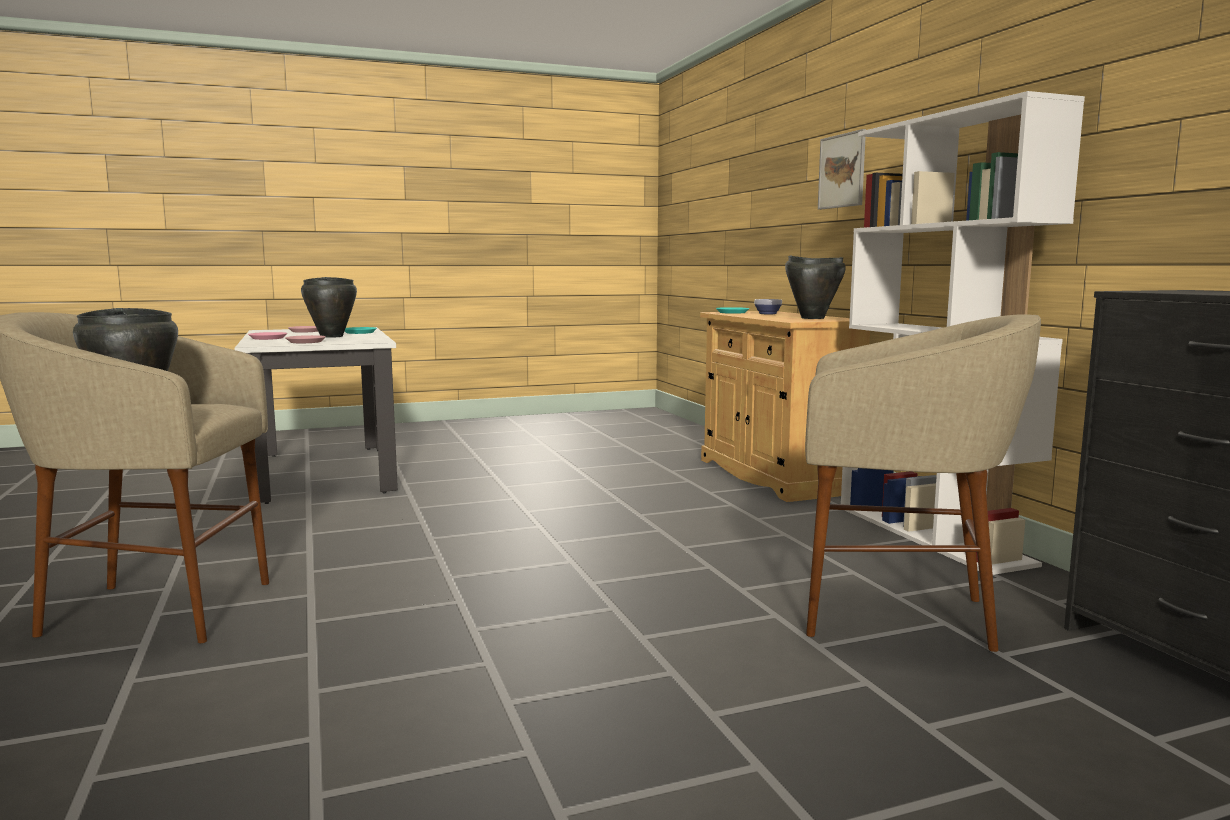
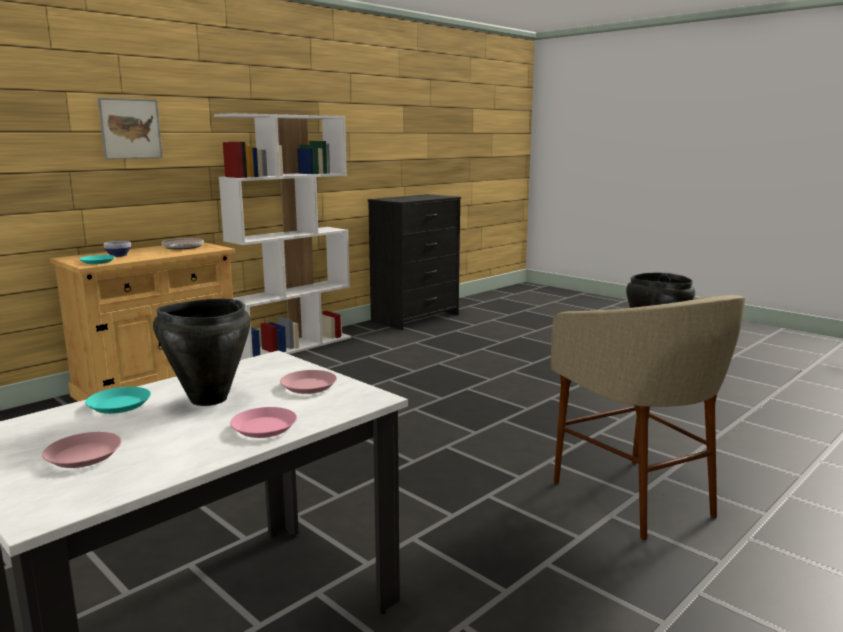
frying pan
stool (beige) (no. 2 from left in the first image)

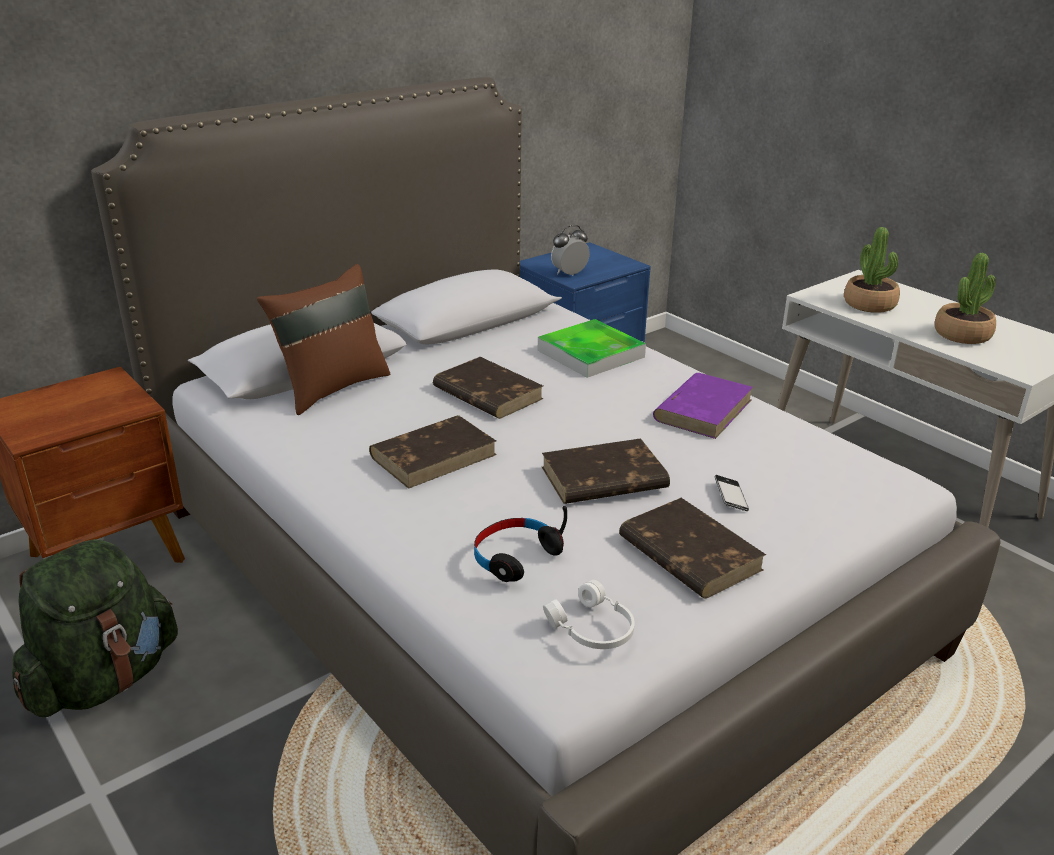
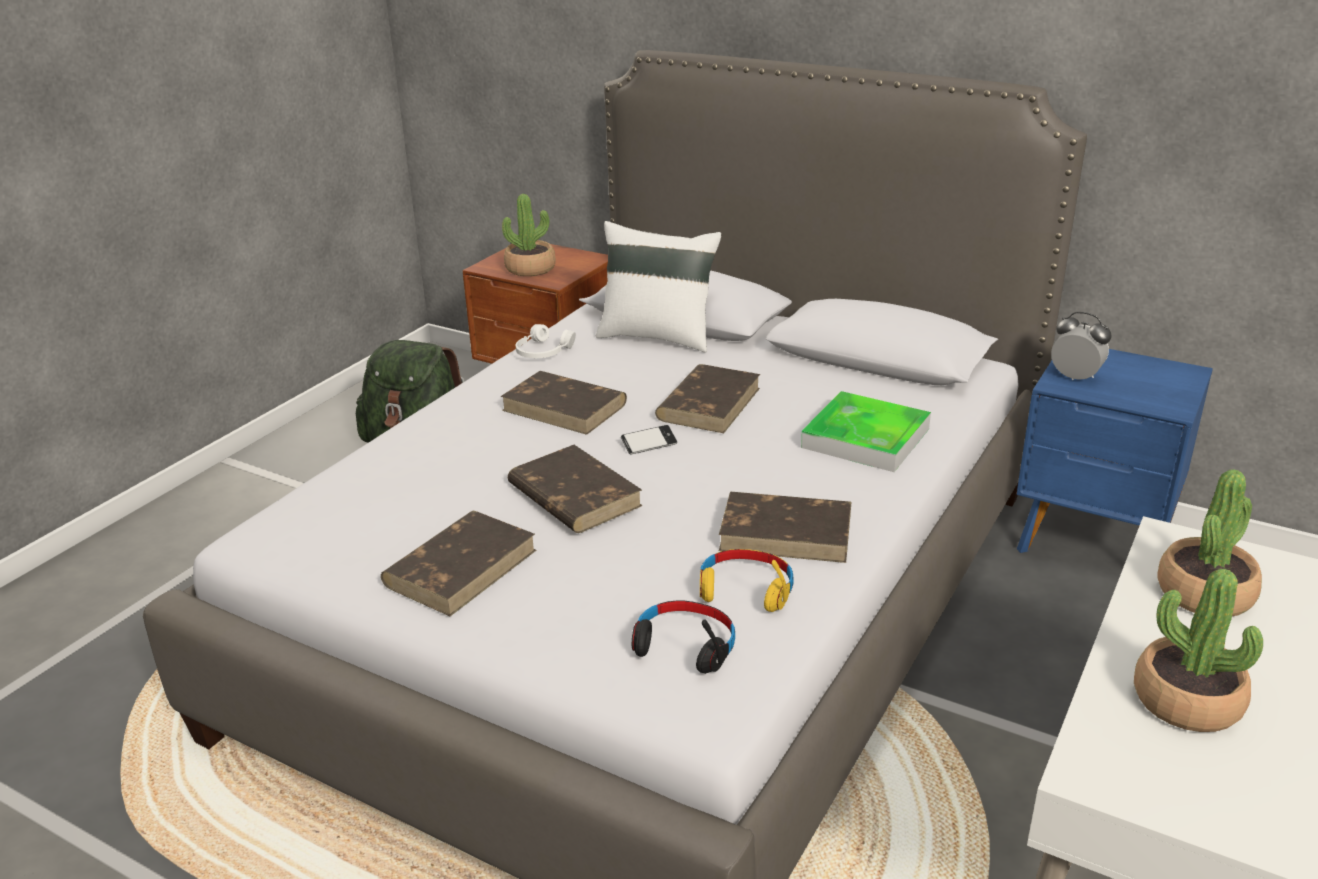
potted plant (no. 1 from left)
headphones (white)
pillow (white)
phone
headphones (black)
headphones (yellow)
book (brown) (no. 5 from left)

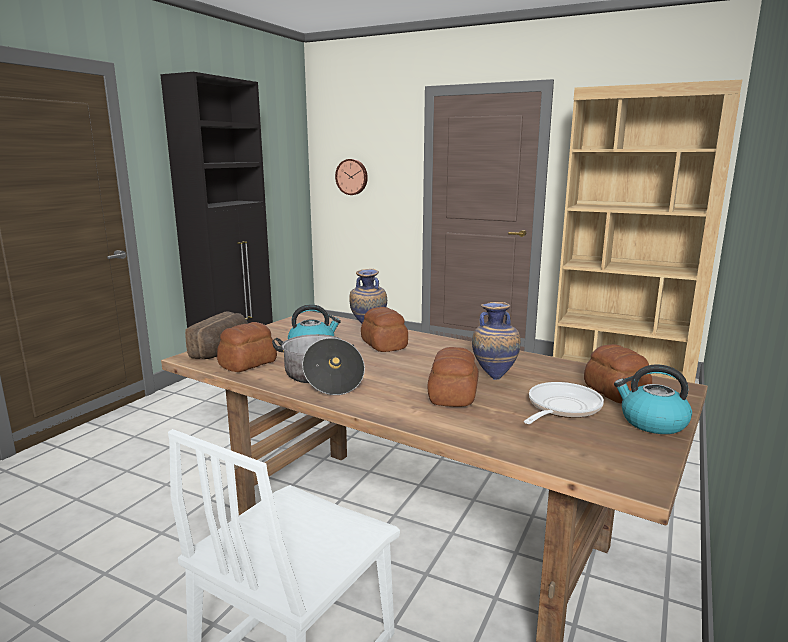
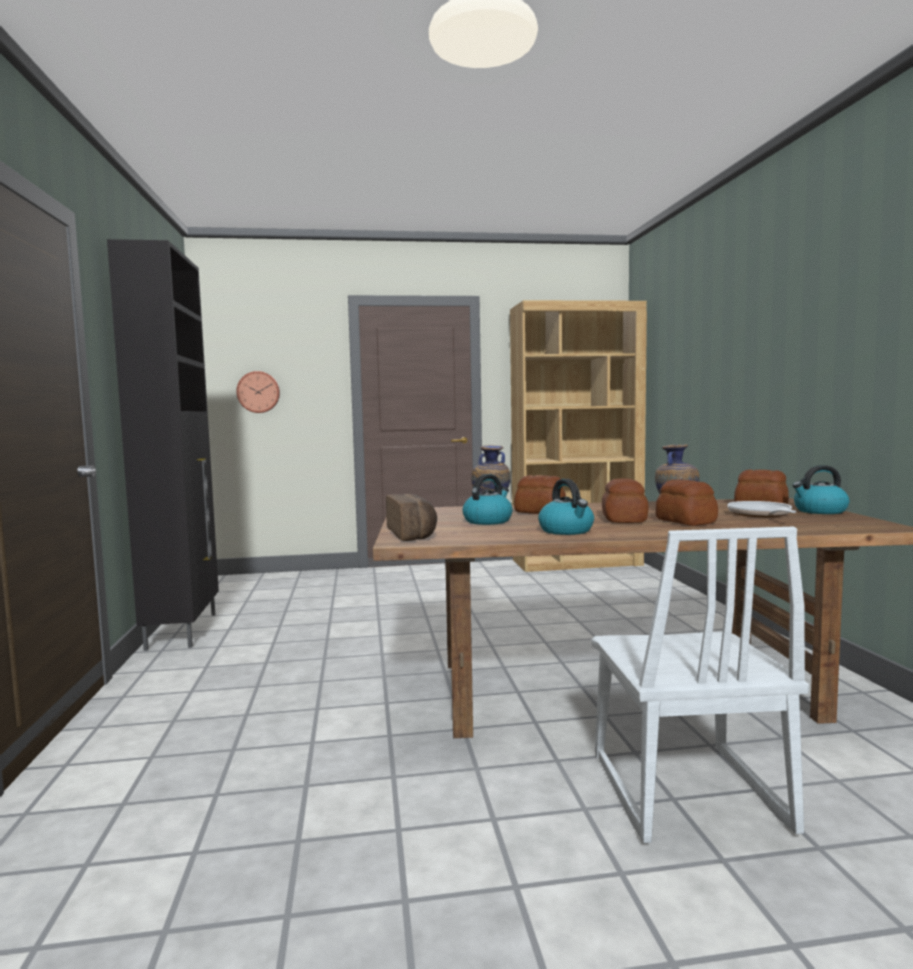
kettle (no. 2 from left)
bread (no. 3 from left)

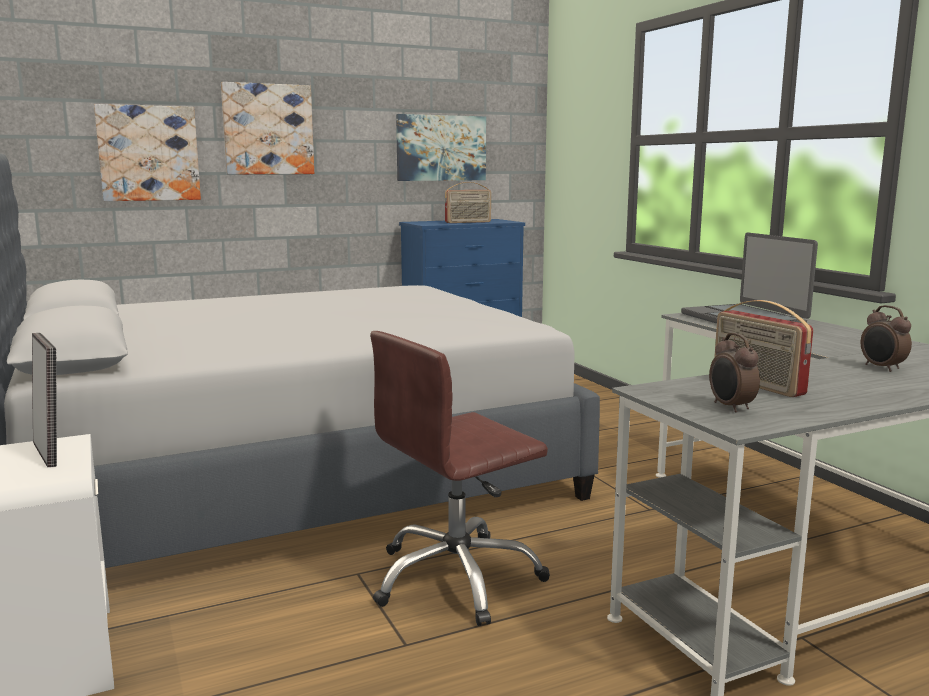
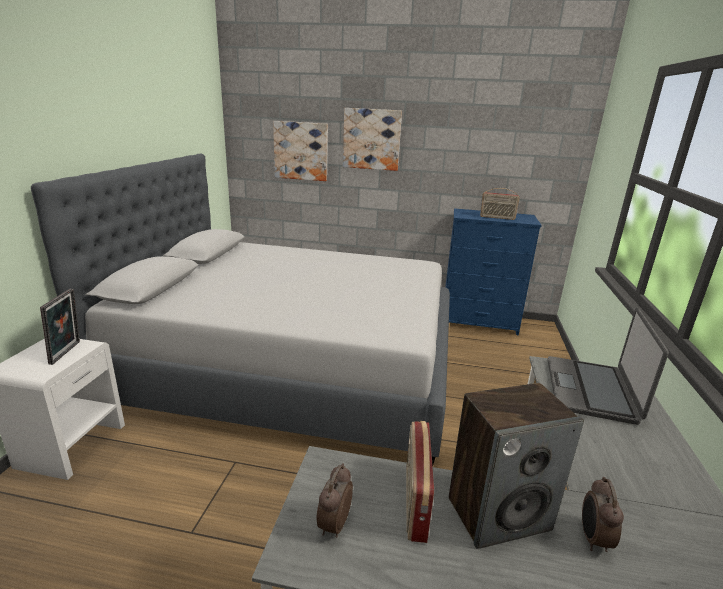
speaker
office chair (brown)
picture (no. 3 from left in the first image)

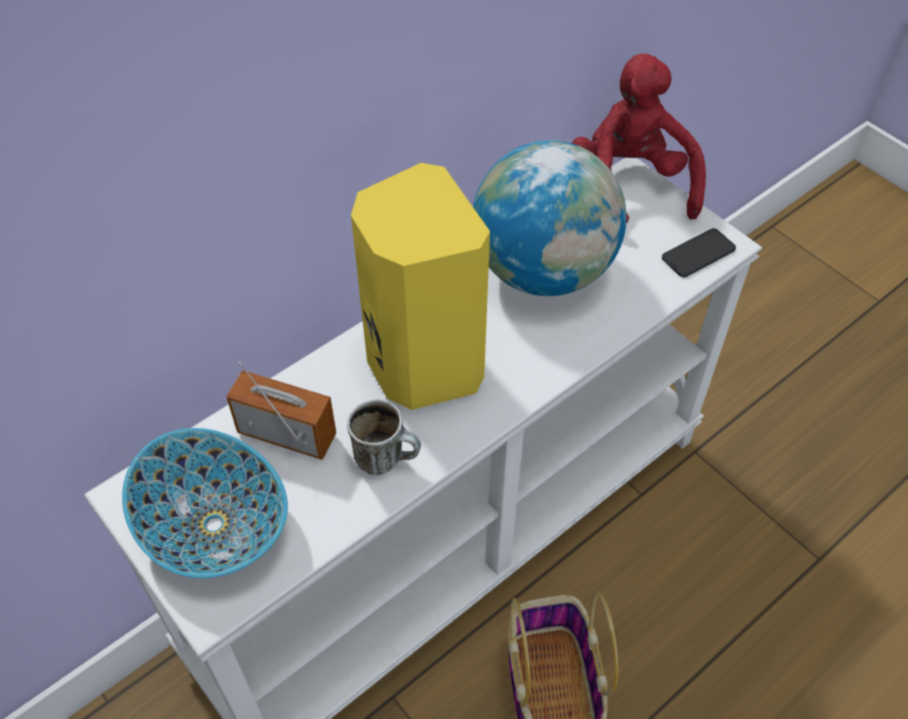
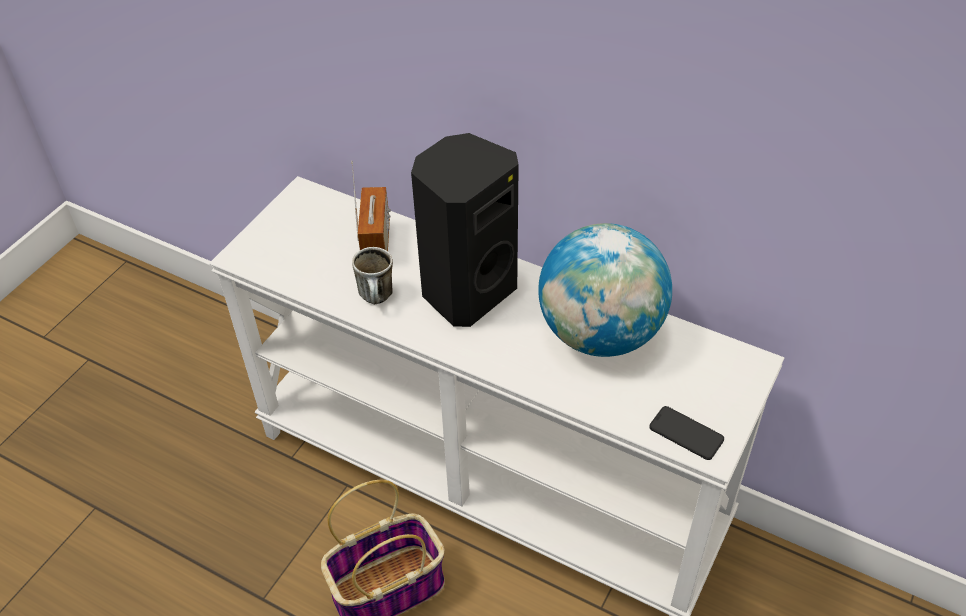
speaker (black)
bowl
plush toy (red)

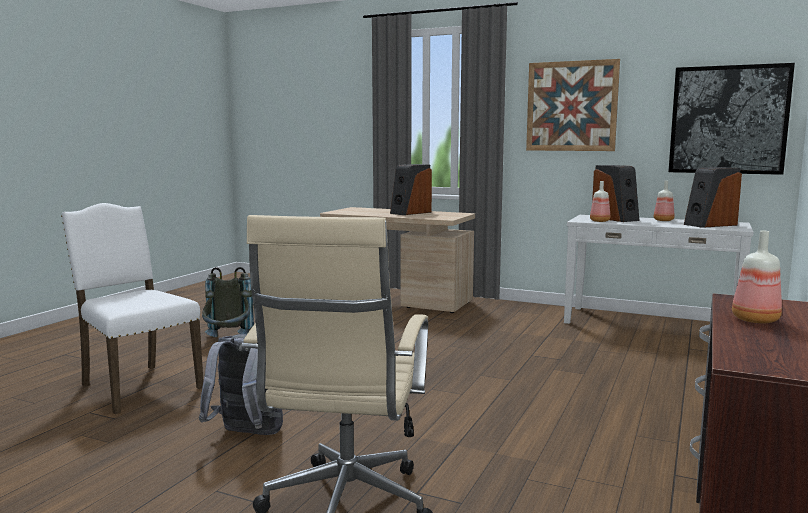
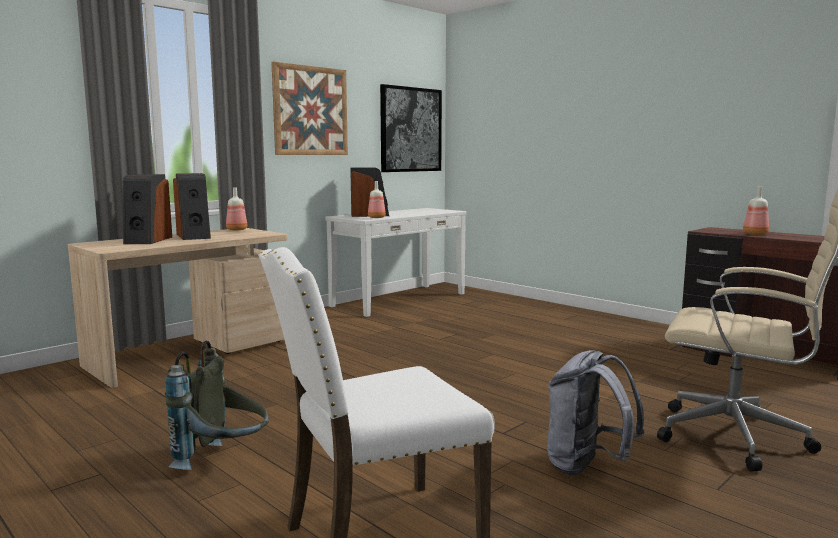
speaker (no. 1 from left)
bottle (no. 1 from left)

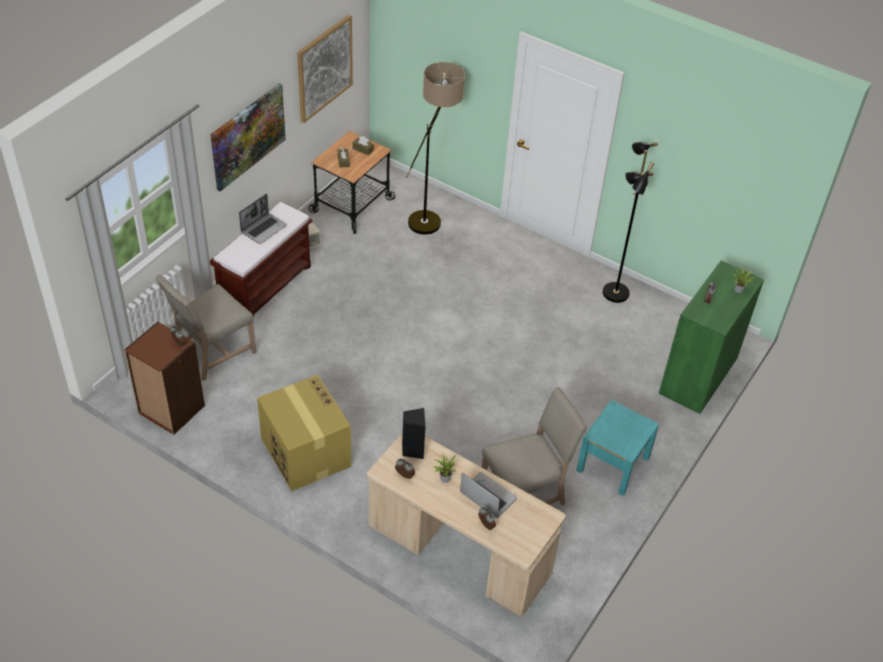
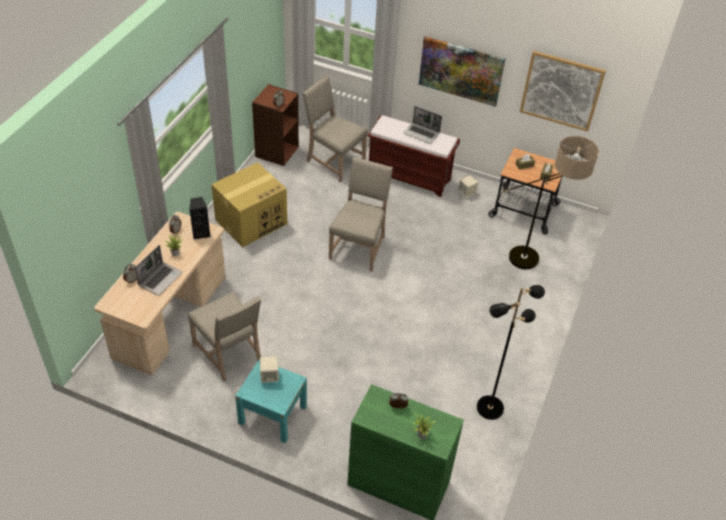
speaker (beige) (no. 1 from left)
chair (beige) (no. 3 from left)

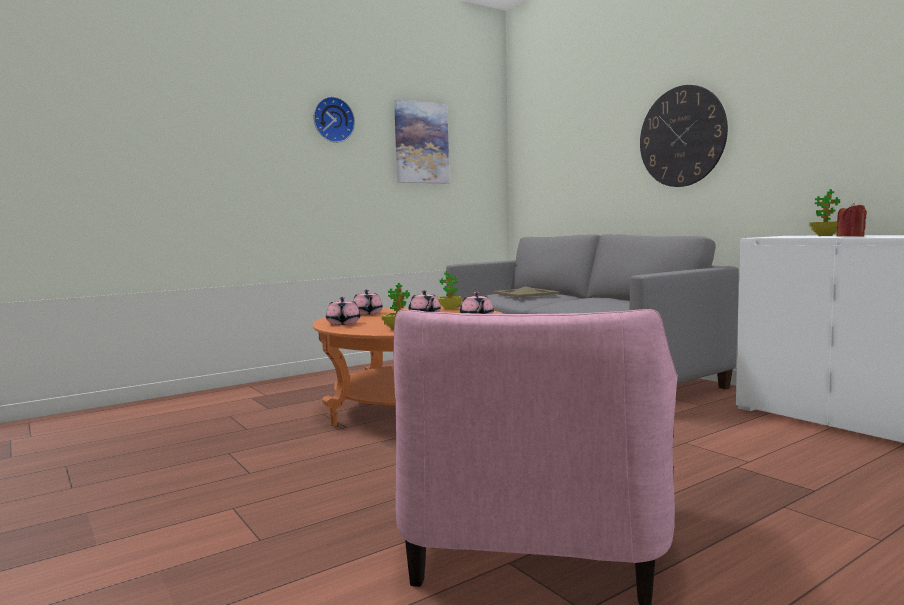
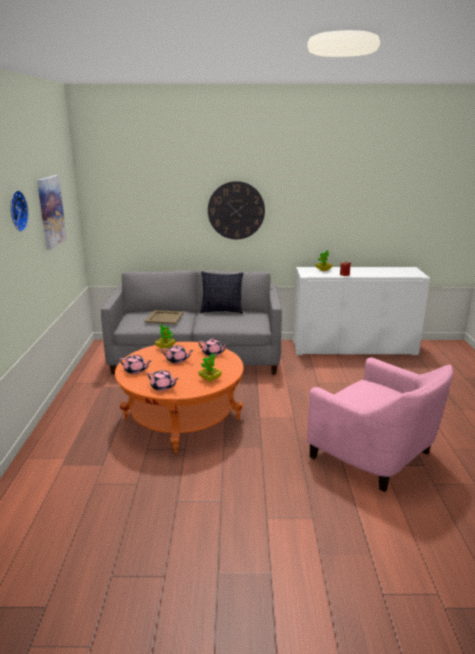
pillow

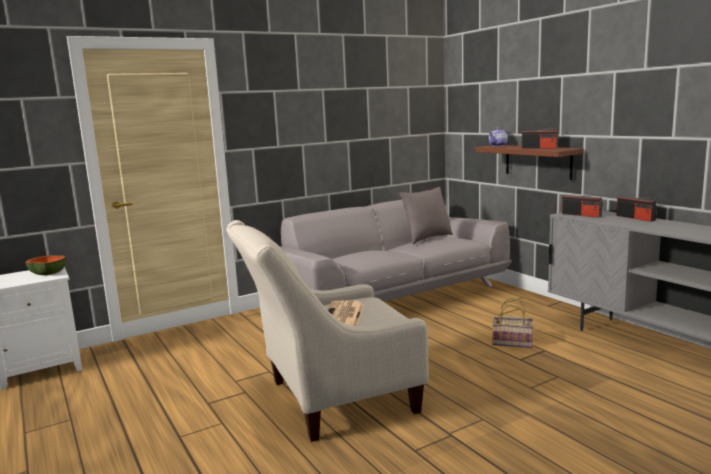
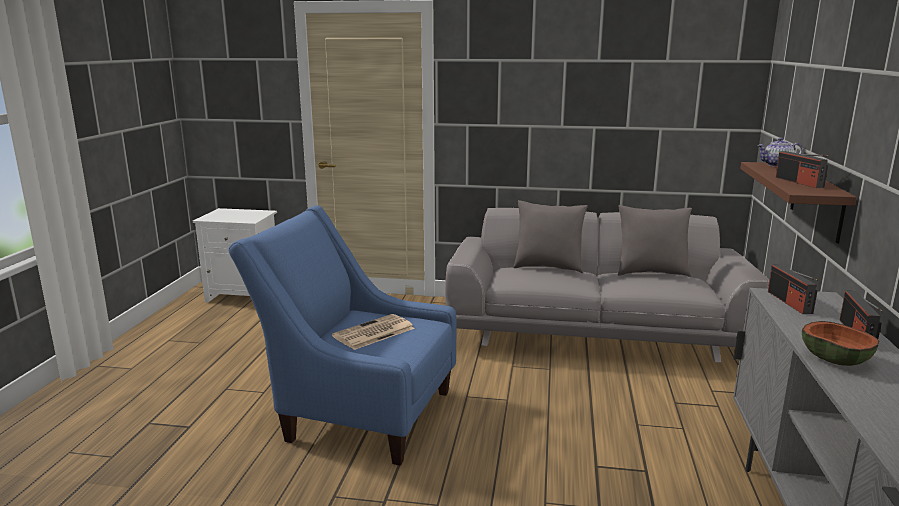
armchair (blue)
pillow (grey) (no. 1 from left)
bowl
basket

